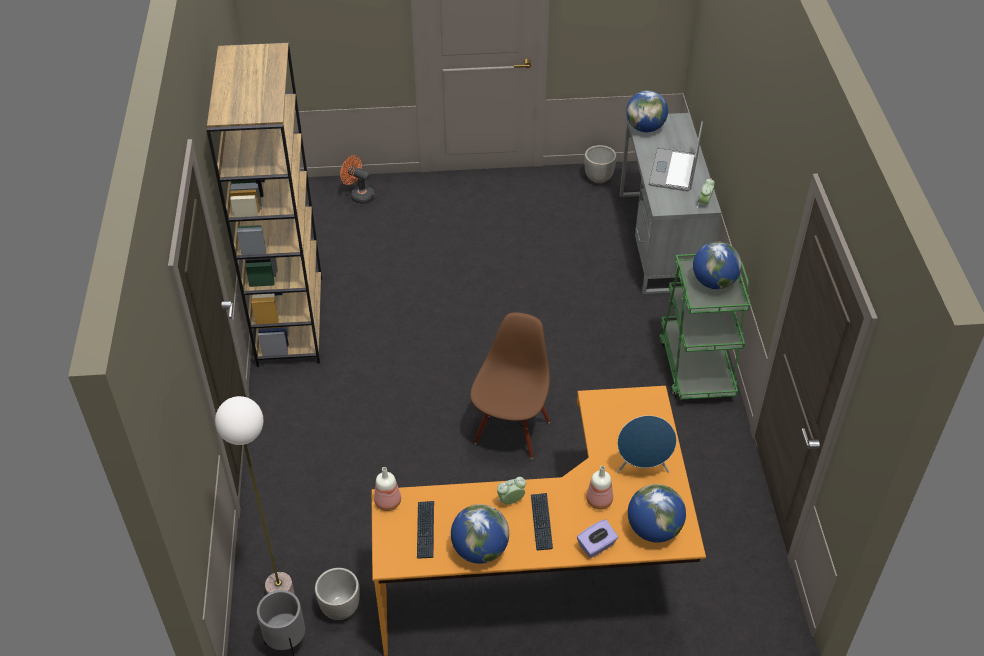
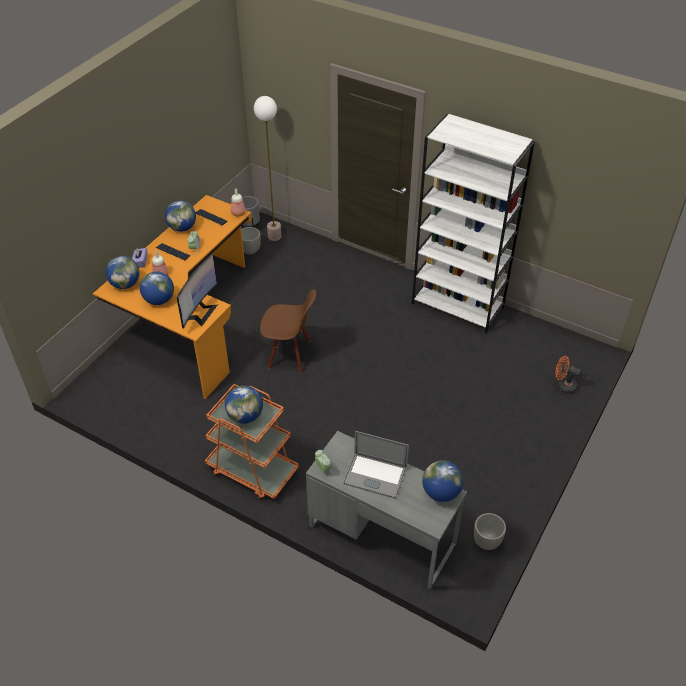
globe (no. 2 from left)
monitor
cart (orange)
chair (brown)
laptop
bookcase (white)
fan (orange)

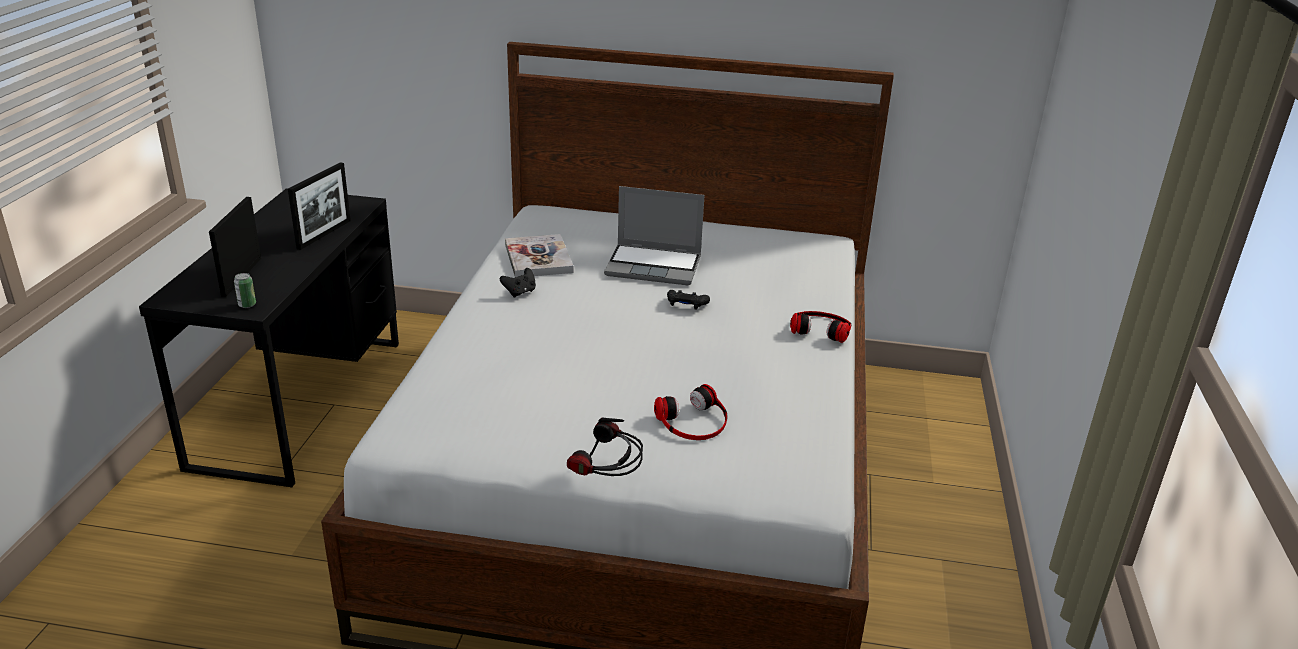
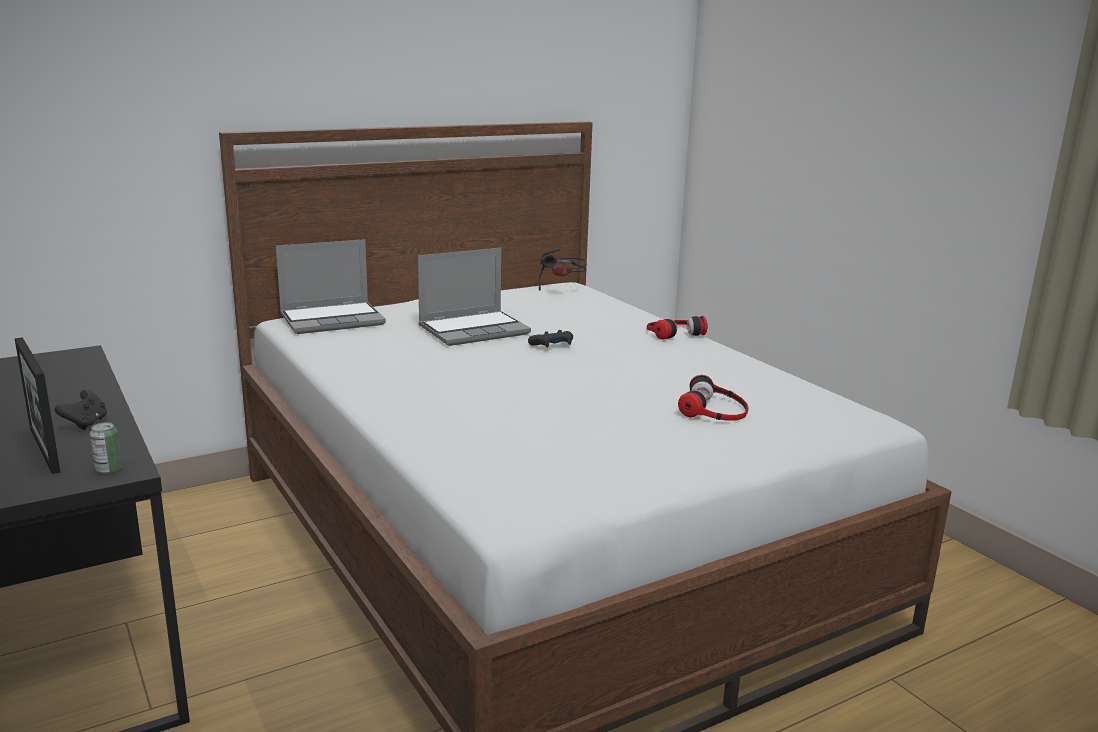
game controller (black) (no. 1 from left)
laptop (no. 1 from left)
headphones (no. 1 from left)
picture frame (no. 2 from left in the first image)
book

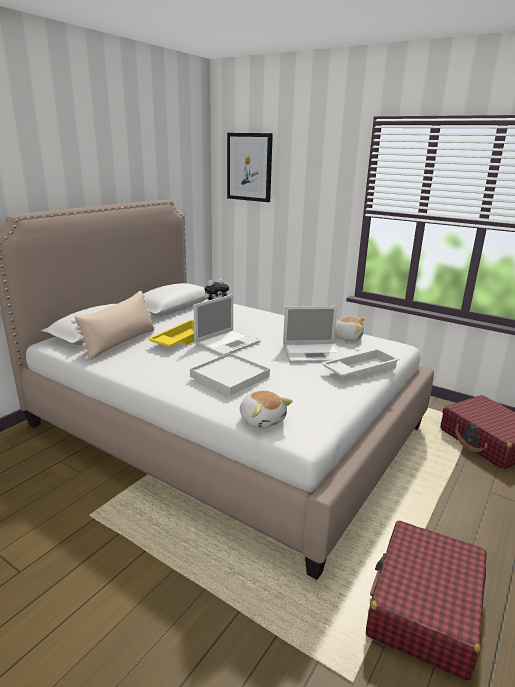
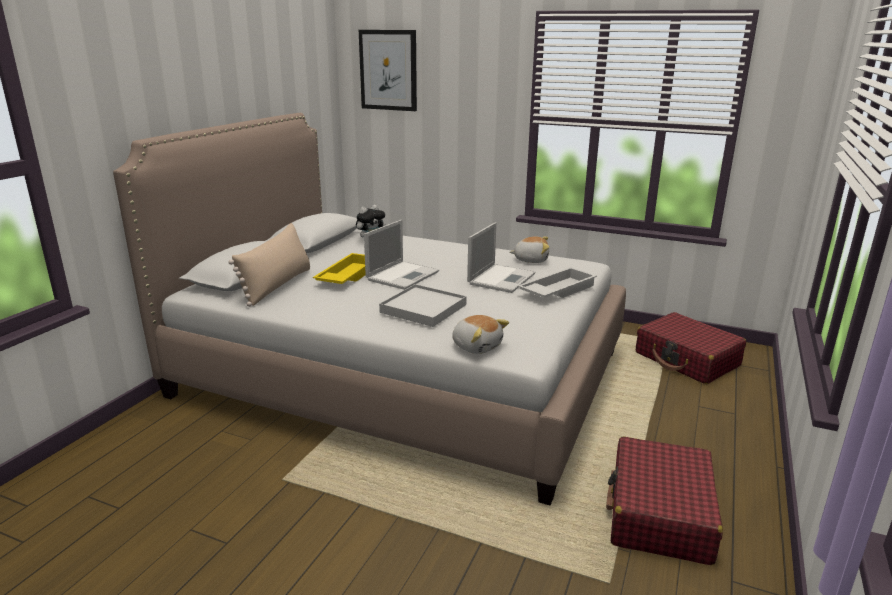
laptop (no. 2 from left)

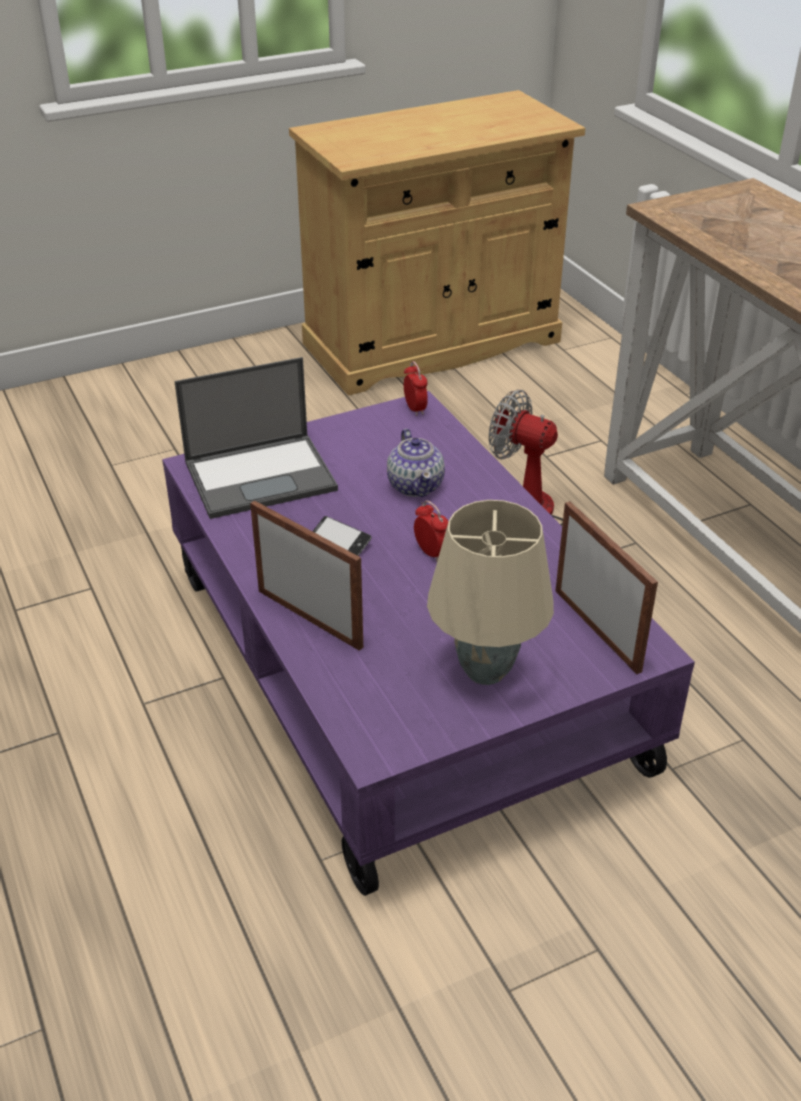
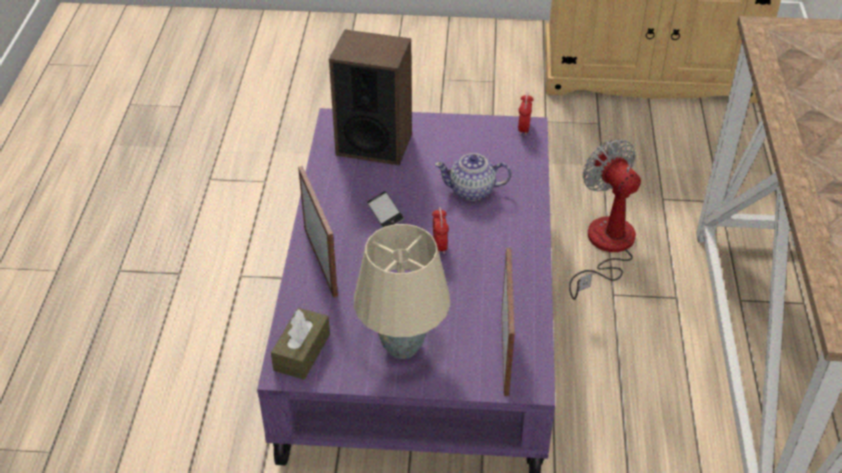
tissue box (brown)
speaker
teapot

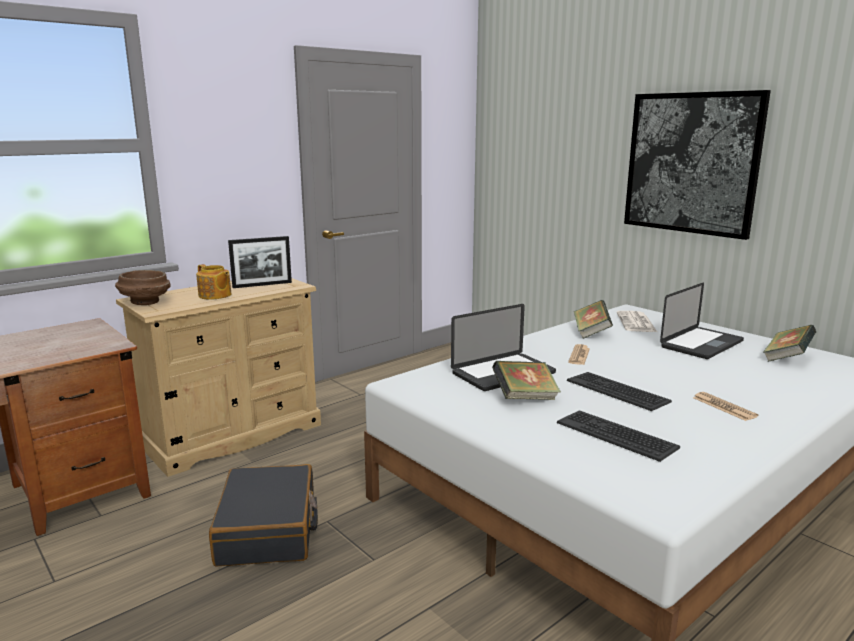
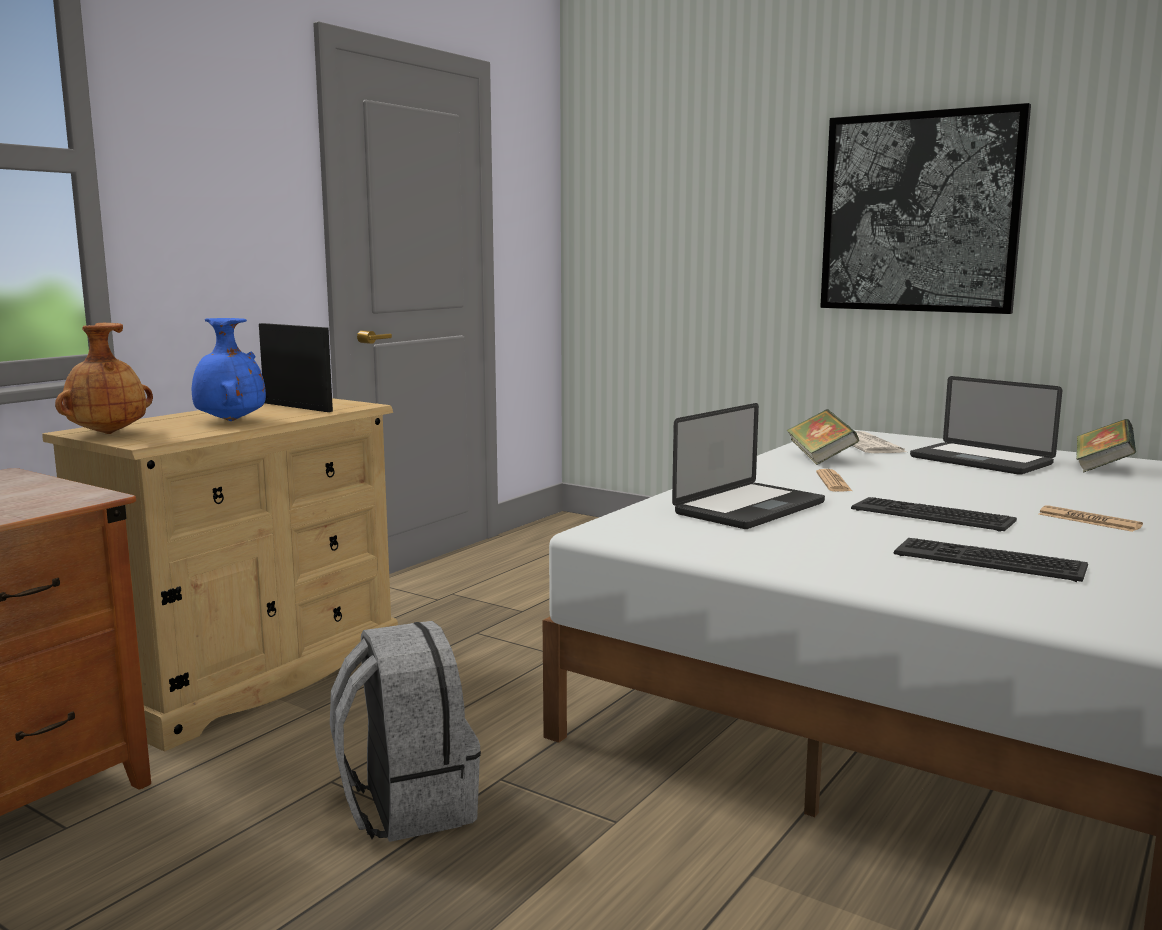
vase (brown)
vase (blue)
picture frame
backpack (grey)
laptop (no. 2 from left)
book (no. 1 from left in the first image)

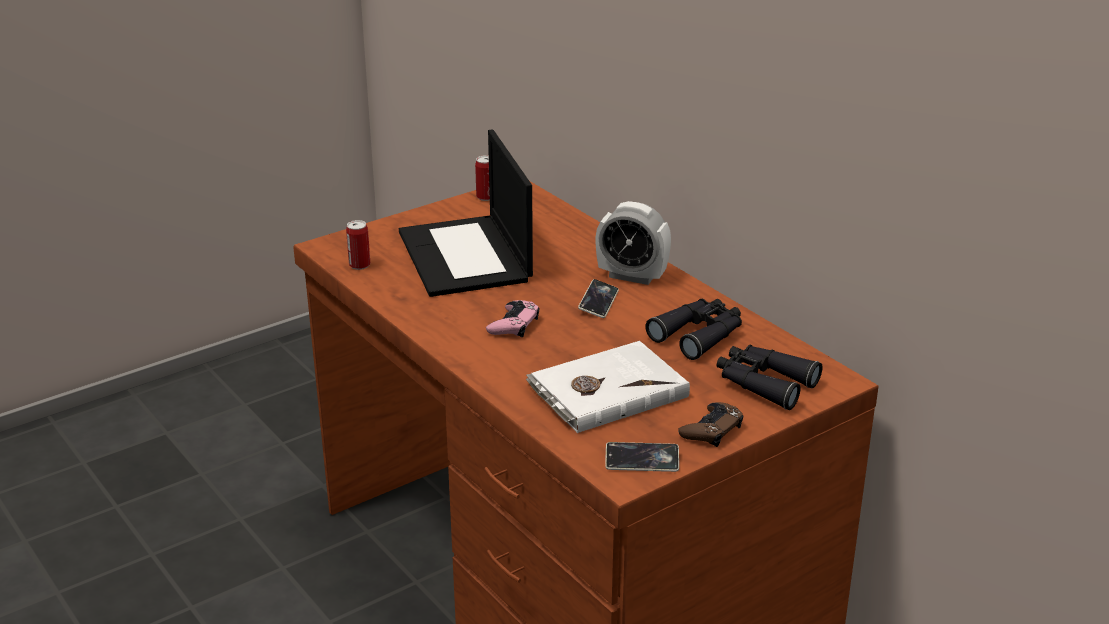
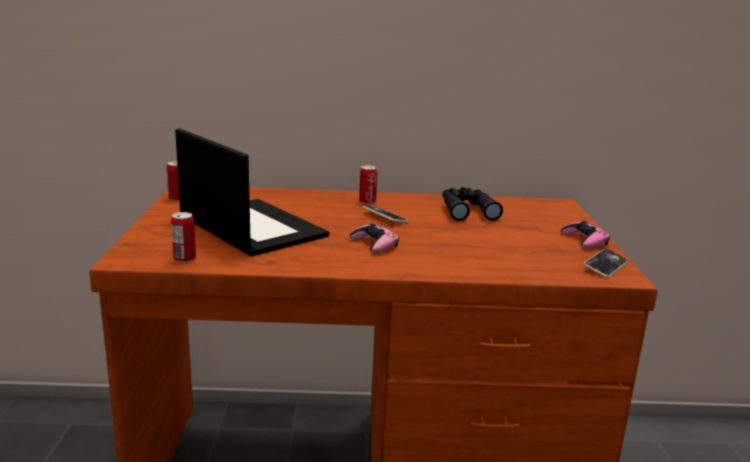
laptop
can (no. 3 from left)
game controller (pink) (no. 2 from left)
book (white)
binoculars (black) (no. 2 from left in the first image)

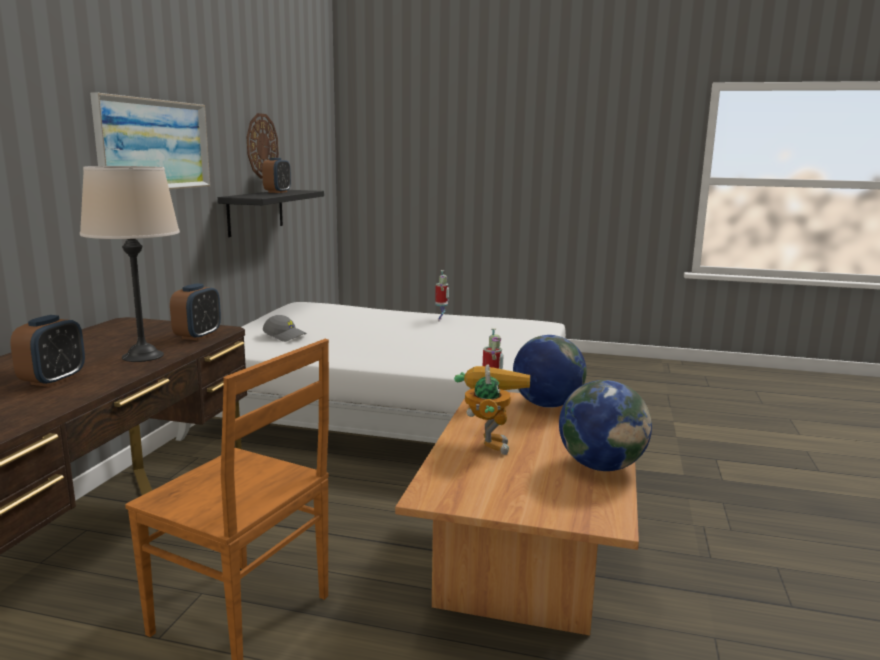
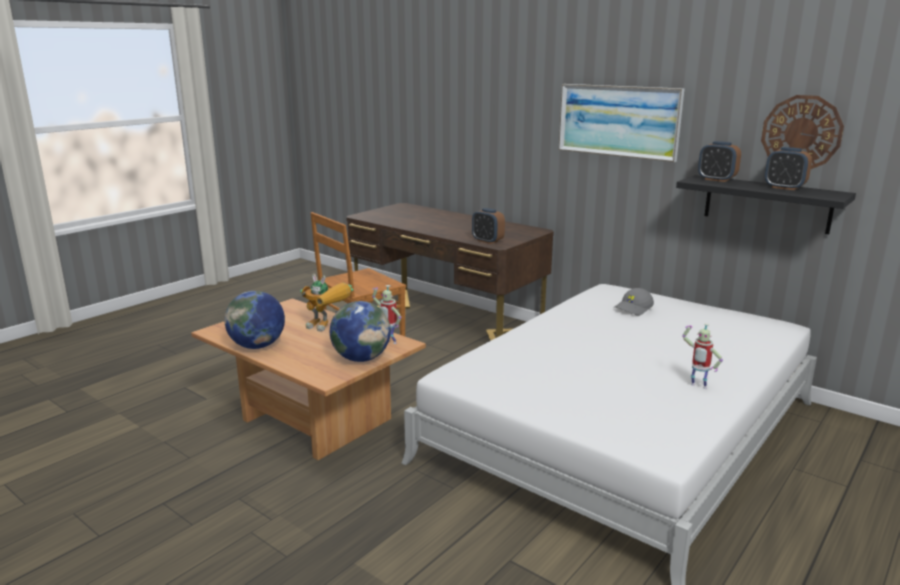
alarm clock (no. 2 from left)
table lamp (beige)

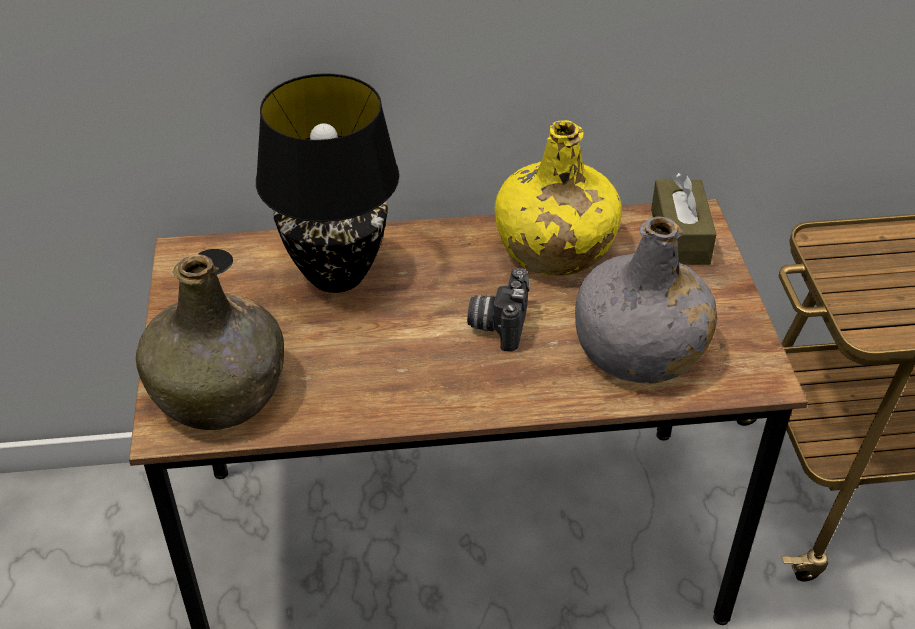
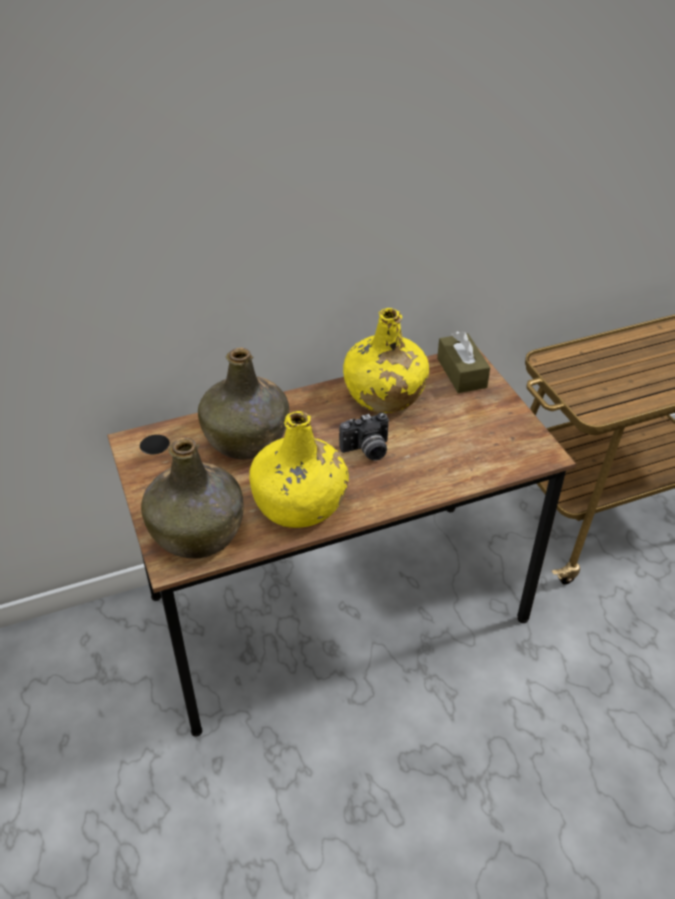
bottle (green) (no. 2 from left)
bottle (yellow) (no. 1 from left)
photo camera
bottle (grey)

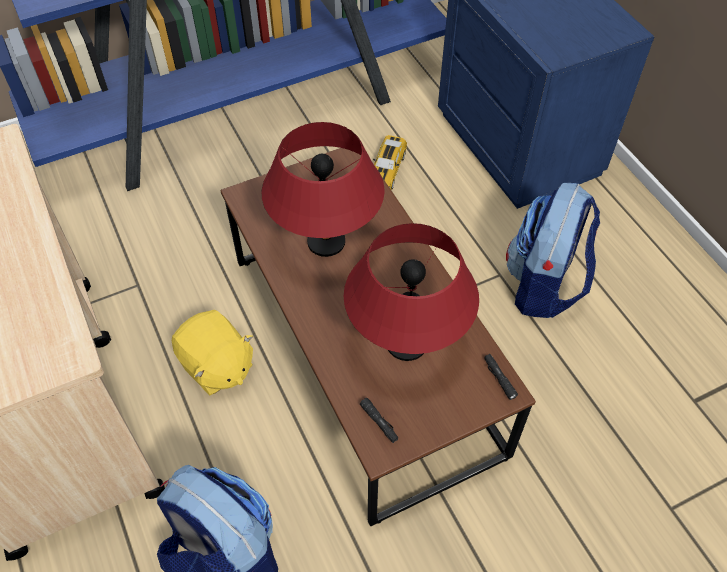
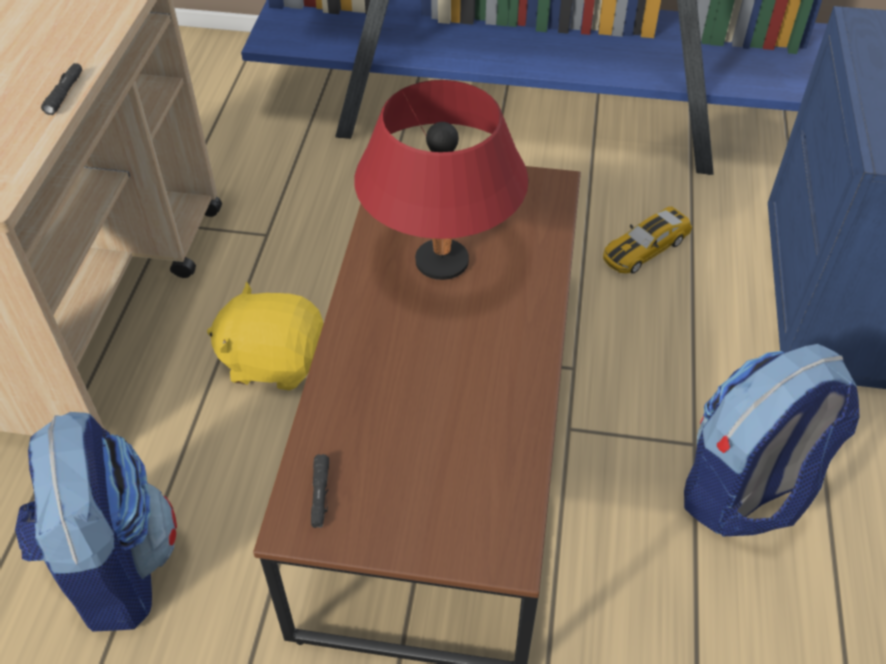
flashlight (black) (no. 1 from left)
plush toy (yellow)
table lamp (red) (no. 2 from left in the first image)

